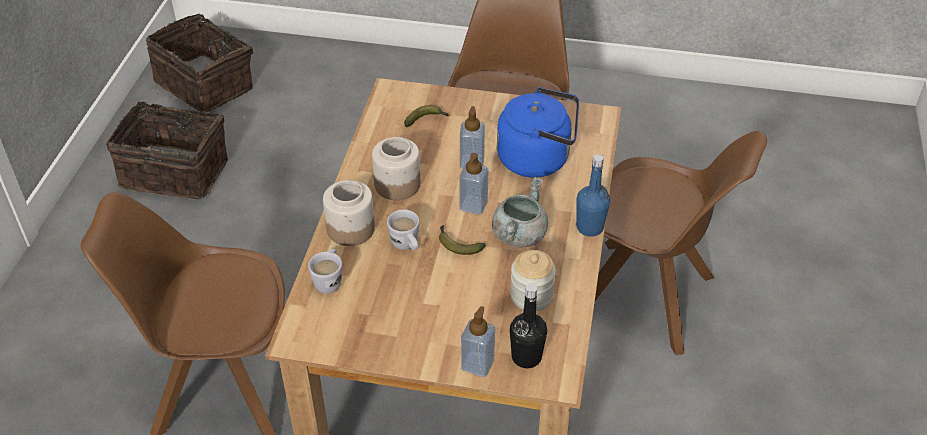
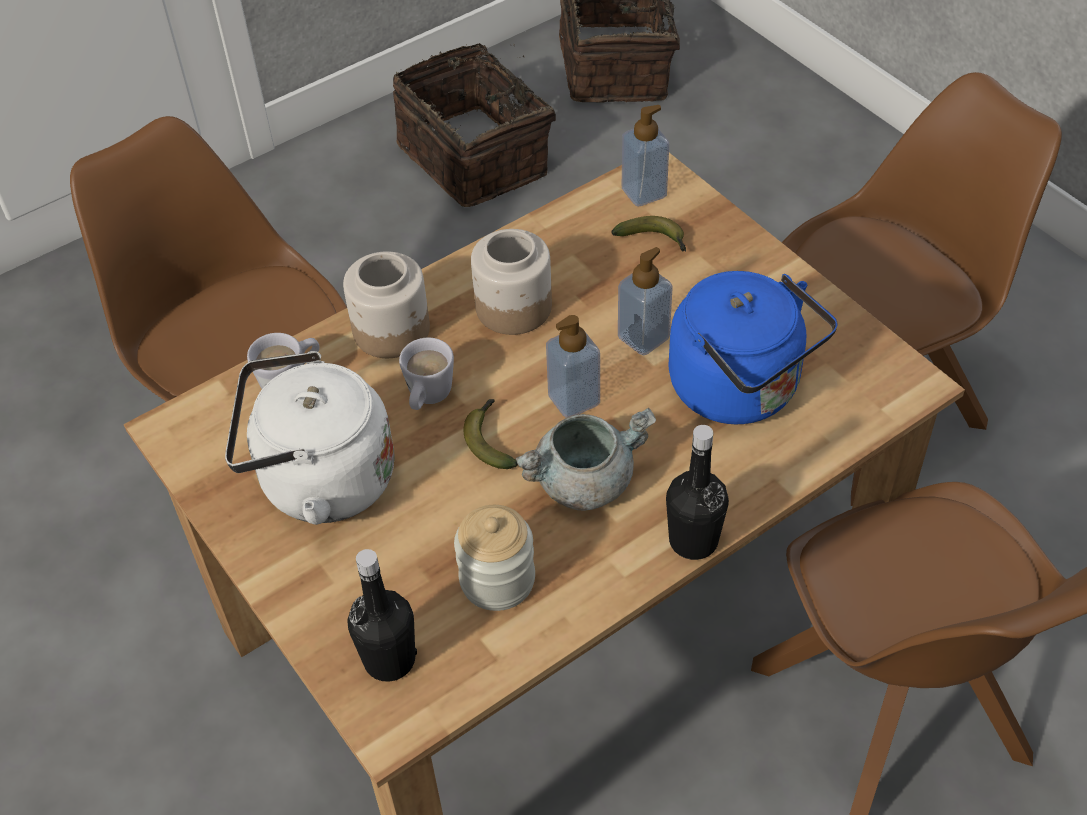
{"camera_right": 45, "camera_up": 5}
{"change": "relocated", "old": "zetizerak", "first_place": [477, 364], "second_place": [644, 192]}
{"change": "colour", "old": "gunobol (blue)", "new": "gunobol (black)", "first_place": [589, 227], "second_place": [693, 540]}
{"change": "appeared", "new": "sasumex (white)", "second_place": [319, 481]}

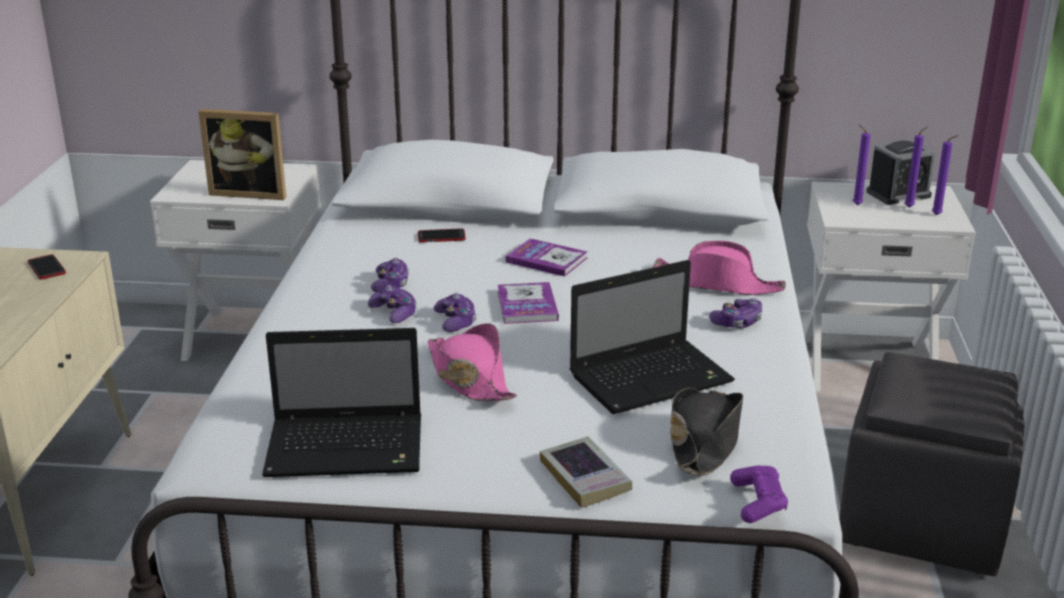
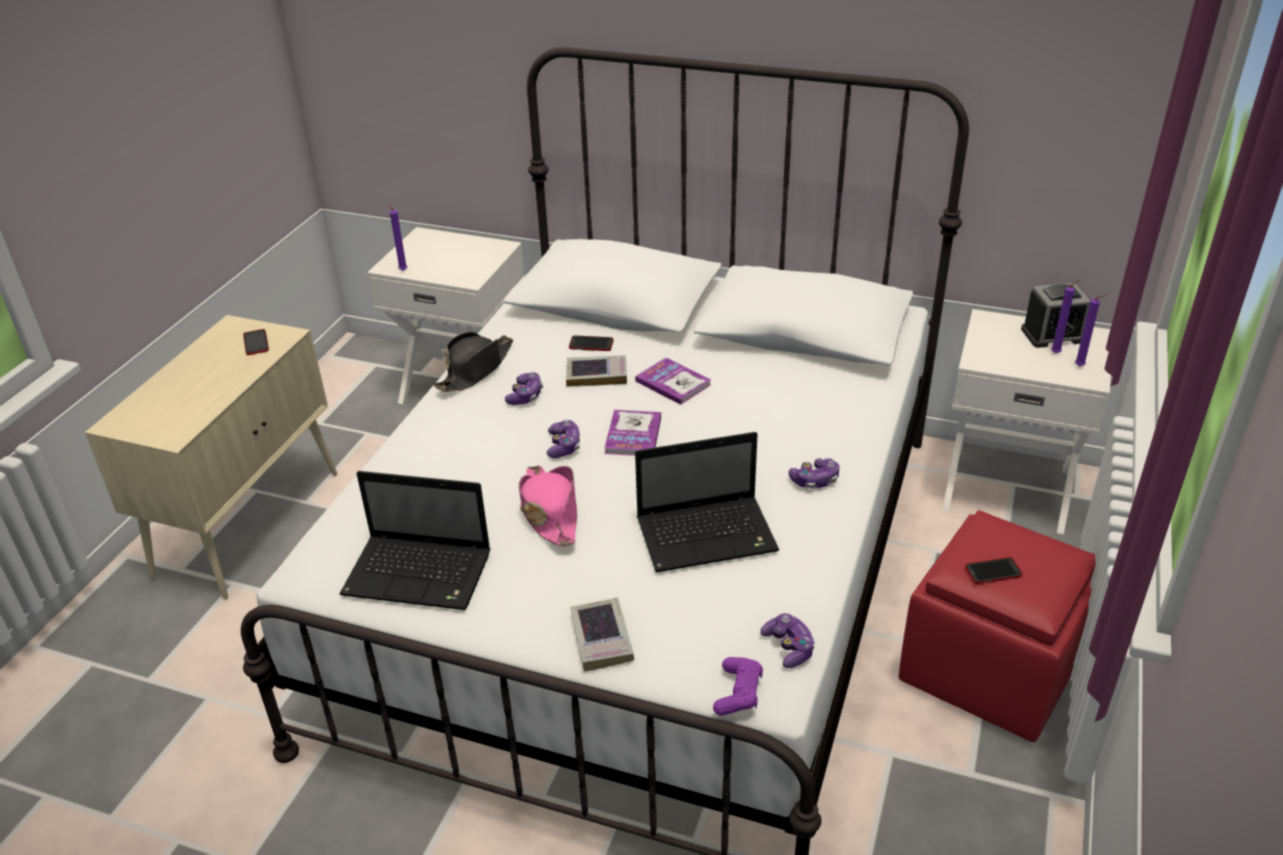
{"camera_right": 15, "camera_up": 10}
{"change": "missing", "old": "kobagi", "first_place": [250, 192]}
{"change": "relocated", "old": "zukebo", "first_place": [394, 313], "second_place": [788, 647]}
{"change": "missing", "old": "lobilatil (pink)", "first_place": [719, 284]}
{"change": "relocated", "old": "lobilatil (black)", "first_place": [704, 441], "second_place": [475, 369]}
{"change": "colour", "old": "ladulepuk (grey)", "new": "ladulepuk (red)", "first_place": [921, 519], "second_place": [989, 667]}
{"change": "relocated", "old": "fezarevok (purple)", "first_place": [855, 204], "second_place": [402, 270]}
{"change": "appeared", "new": "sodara", "second_place": [597, 375]}
{"change": "appeared", "new": "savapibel", "second_place": [993, 571]}

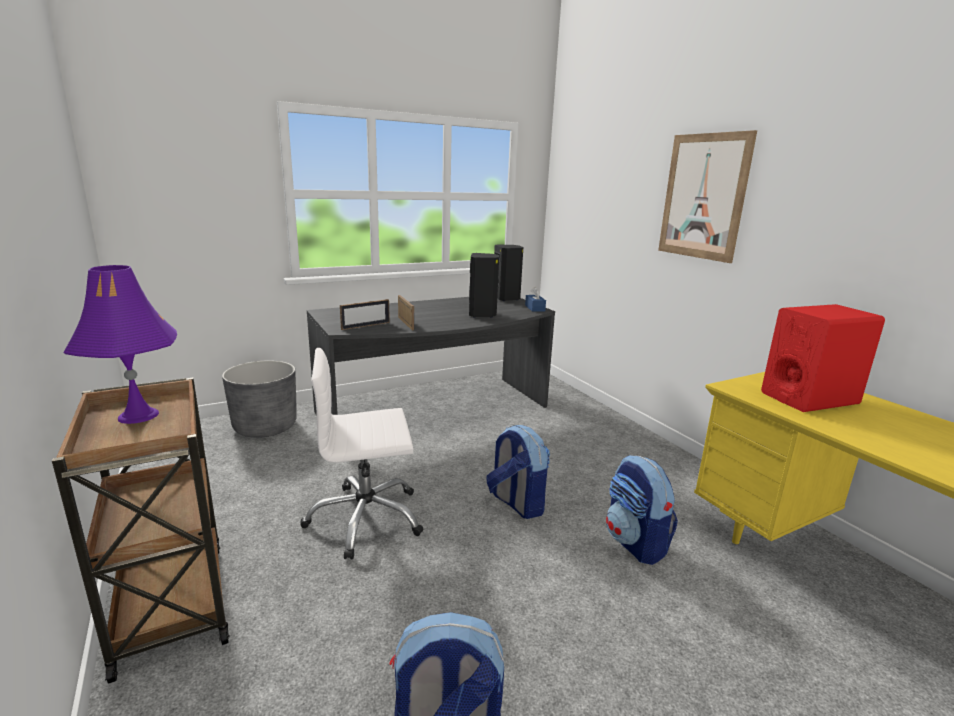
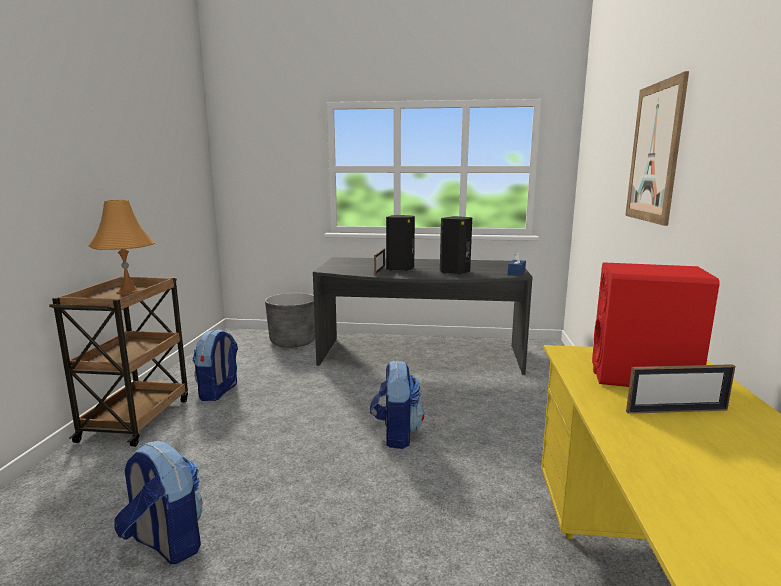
{"camera_right": 35, "camera_up": -5}
{"change": "colour", "old": "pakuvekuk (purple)", "new": "pakuvekuk (orange)", "first_place": [139, 415], "second_place": [128, 291]}
{"change": "missing", "old": "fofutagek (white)", "first_place": [365, 519]}
{"change": "relocated", "old": "kobagi", "first_place": [365, 326], "second_place": [676, 411]}
{"change": "relocated", "old": "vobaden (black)", "first_place": [507, 298], "second_place": [400, 269]}
{"change": "relocated", "old": "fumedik", "first_place": [635, 543], "second_place": [219, 392]}

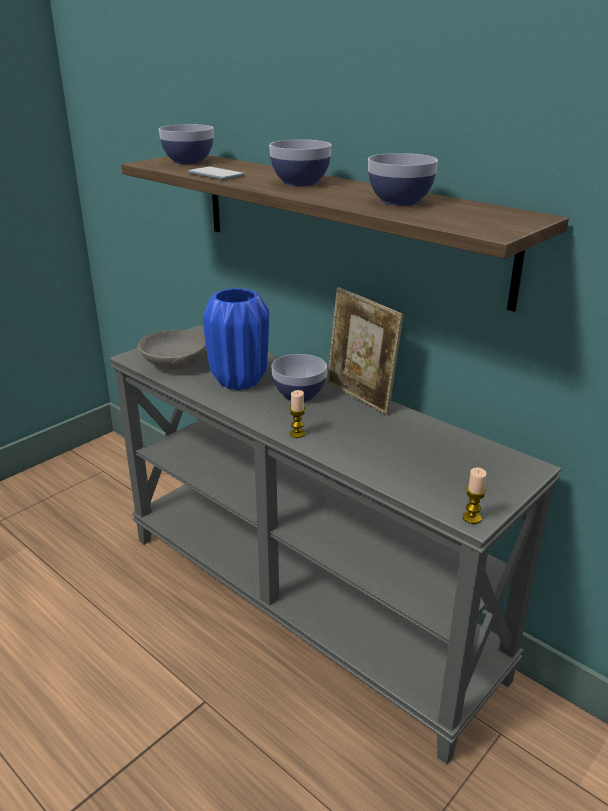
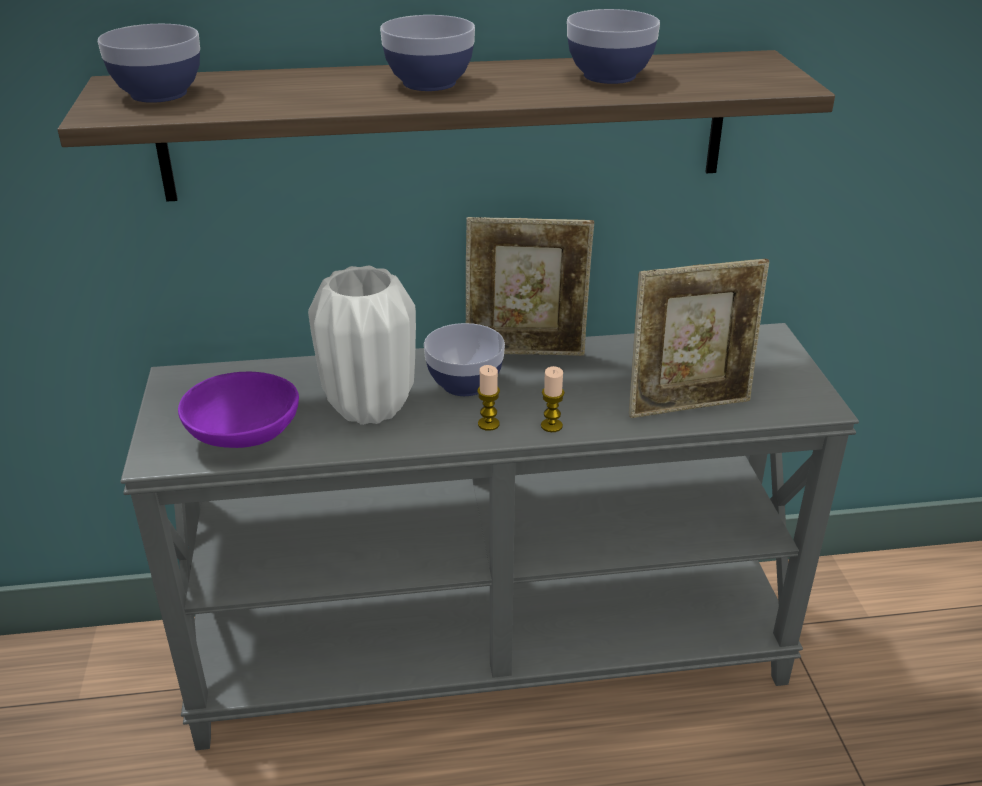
{"camera_right": -50, "camera_up": 5}
{"change": "colour", "old": "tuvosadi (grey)", "new": "tuvosadi (purple)", "first_place": [175, 364], "second_place": [243, 434]}
{"change": "missing", "old": "savapibel", "first_place": [216, 175]}
{"change": "colour", "old": "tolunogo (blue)", "new": "tolunogo (white)", "first_place": [238, 381], "second_place": [368, 408]}
{"change": "relocated", "old": "fezarevok", "first_place": [472, 518], "second_place": [488, 424]}
{"change": "appeared", "new": "kobagi", "second_place": [688, 405]}

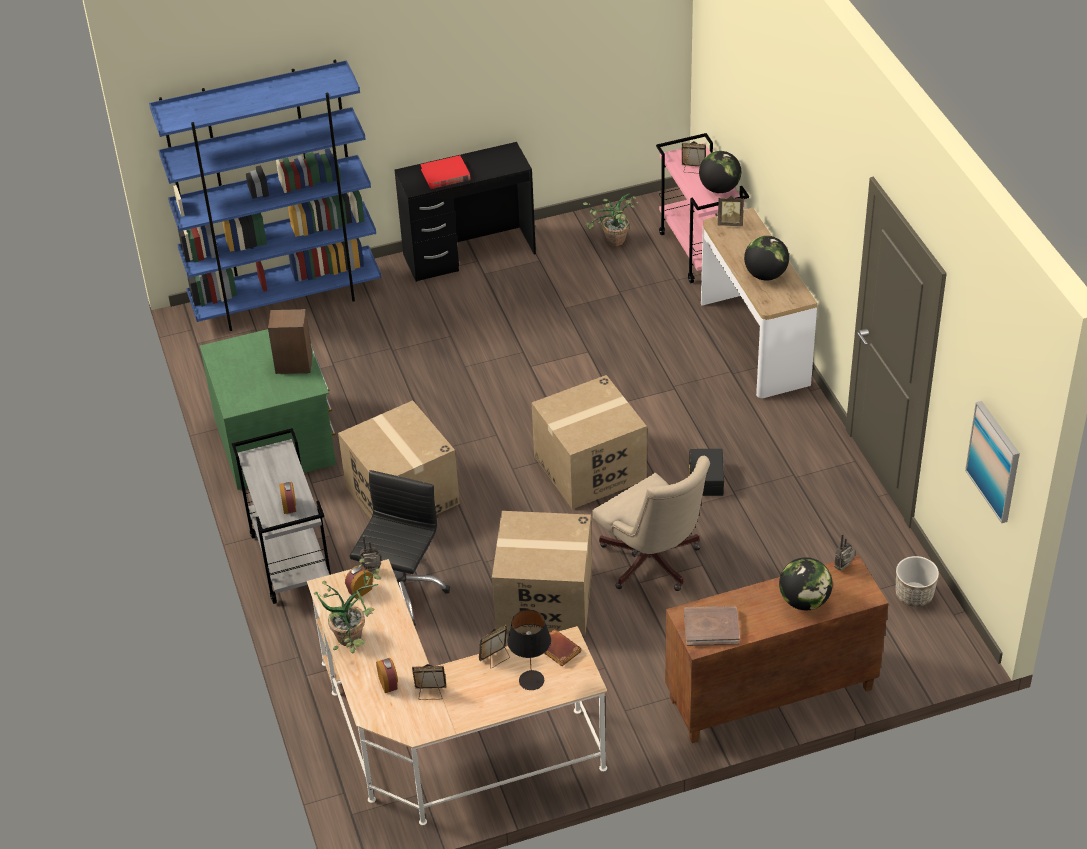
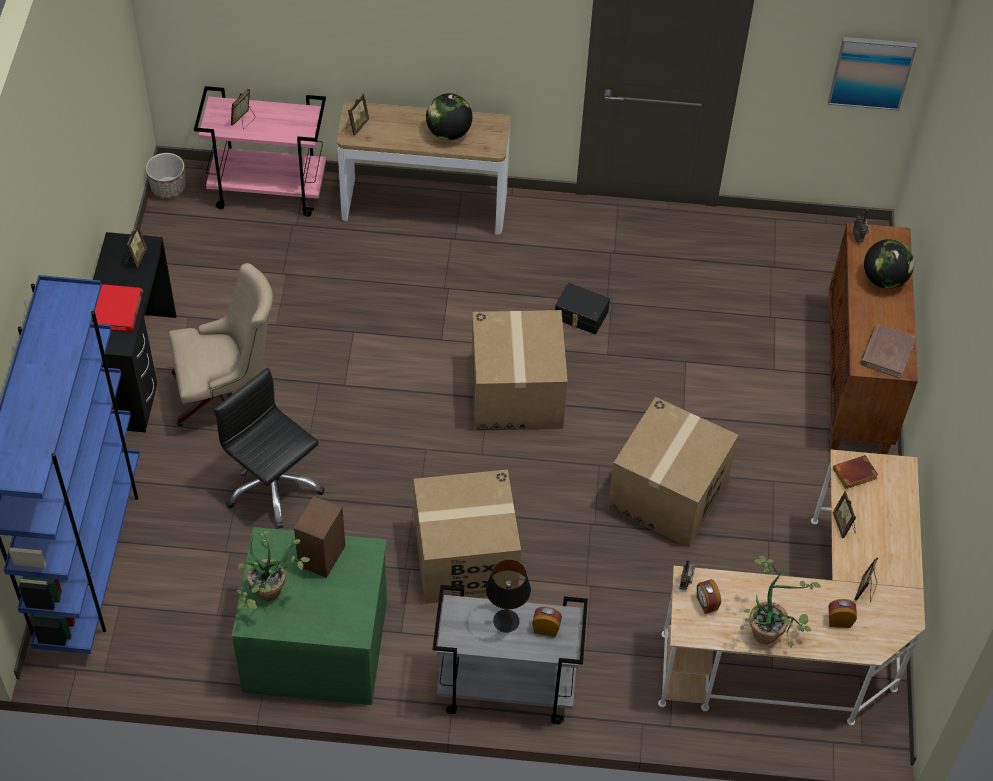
{"camera_right": -70, "camera_up": 10}
{"change": "relocated", "old": "fofutagek (black)", "first_place": [400, 591], "second_place": [273, 487]}
{"change": "relocated", "old": "pakuvekuk (black)", "first_place": [531, 680], "second_place": [506, 621]}
{"change": "relocated", "old": "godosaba", "first_place": [611, 242], "second_place": [269, 596]}
{"change": "relocated", "old": "fofutagek (beige)", "first_place": [653, 564], "second_place": [227, 397]}
{"change": "missing", "old": "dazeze", "first_place": [719, 188]}
{"change": "relocated", "old": "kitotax", "first_place": [914, 595], "second_place": [168, 188]}
{"change": "appeared", "new": "kobagi", "second_place": [135, 257]}

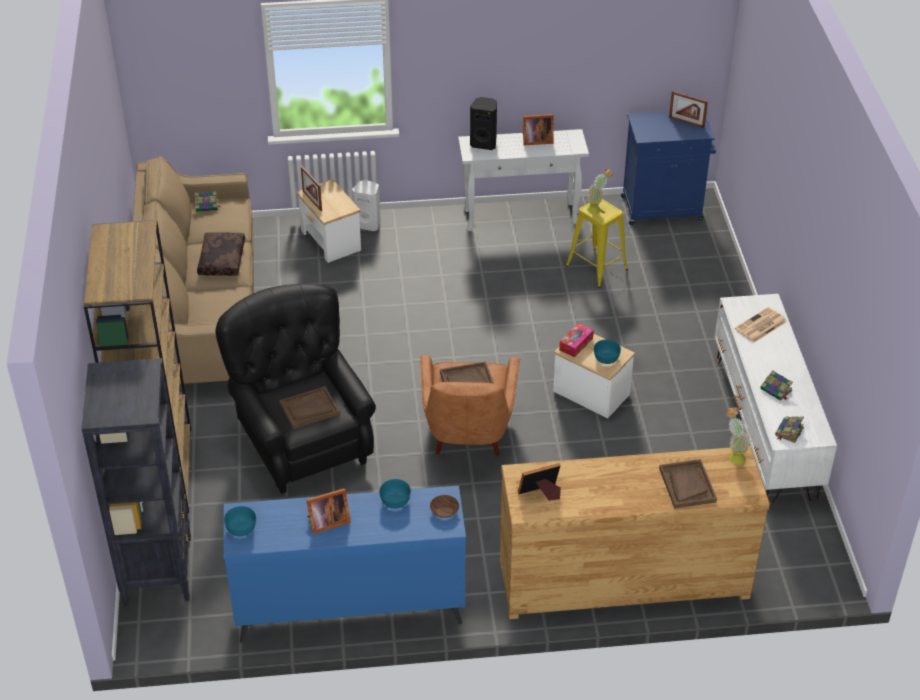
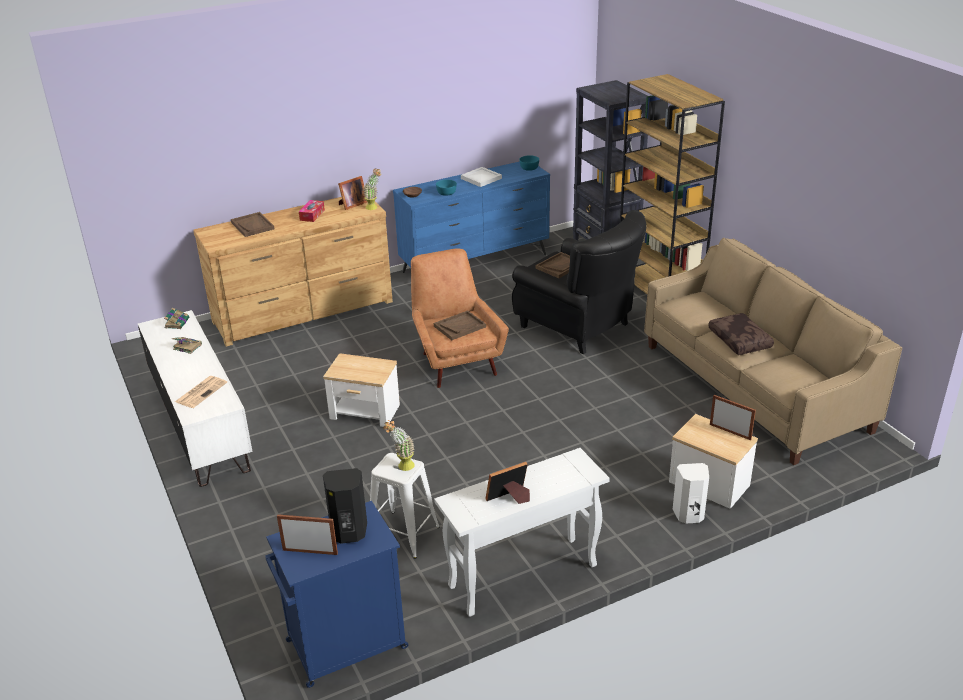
{"camera_right": 160, "camera_up": -10}
{"change": "missing", "old": "sodara", "first_place": [207, 205]}
{"change": "exchanged", "old": "kobagi", "new": "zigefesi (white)", "first_place": [327, 522], "second_place": [481, 179]}
{"change": "relocated", "old": "vobaden (black)", "first_place": [484, 143], "second_place": [349, 533]}
{"change": "relocated", "old": "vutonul", "first_place": [576, 344], "second_place": [312, 215]}
{"change": "colour", "old": "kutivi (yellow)", "new": "kutivi (white)", "first_place": [596, 267], "second_place": [403, 534]}
{"change": "missing", "old": "tuvosadi (turquoise)", "first_place": [606, 358]}
{"change": "relocated", "old": "godosaba", "first_place": [733, 456], "second_place": [374, 208]}

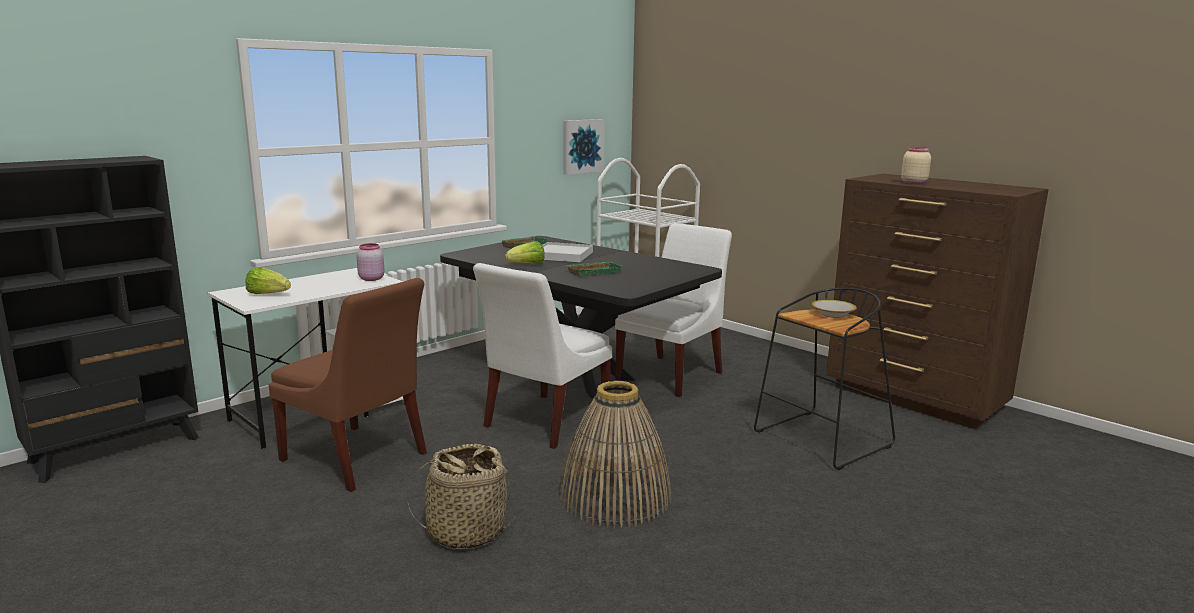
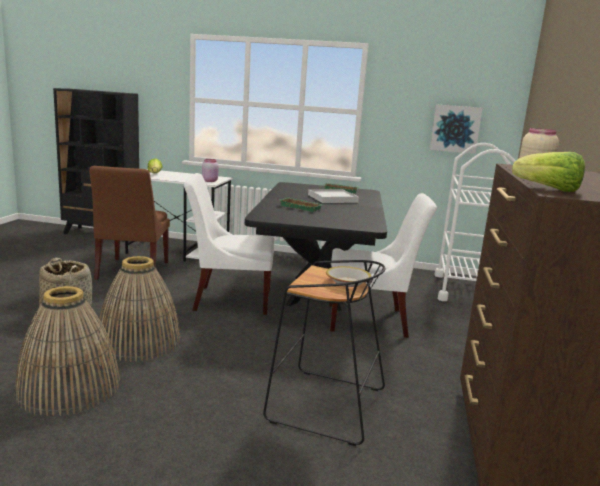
{"camera_right": 55, "camera_up": 0}
{"change": "relocated", "old": "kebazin", "first_place": [527, 265], "second_place": [548, 189]}
{"change": "appeared", "new": "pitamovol", "second_place": [68, 387]}

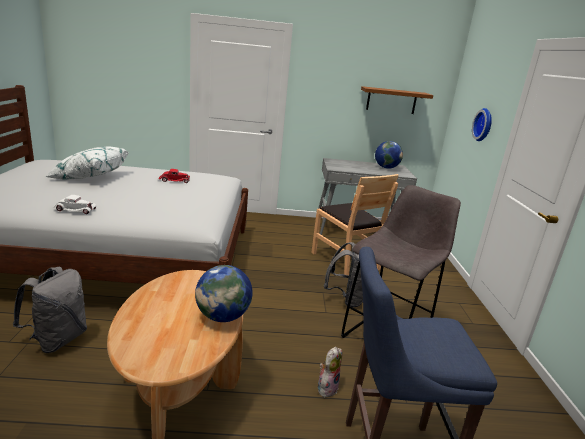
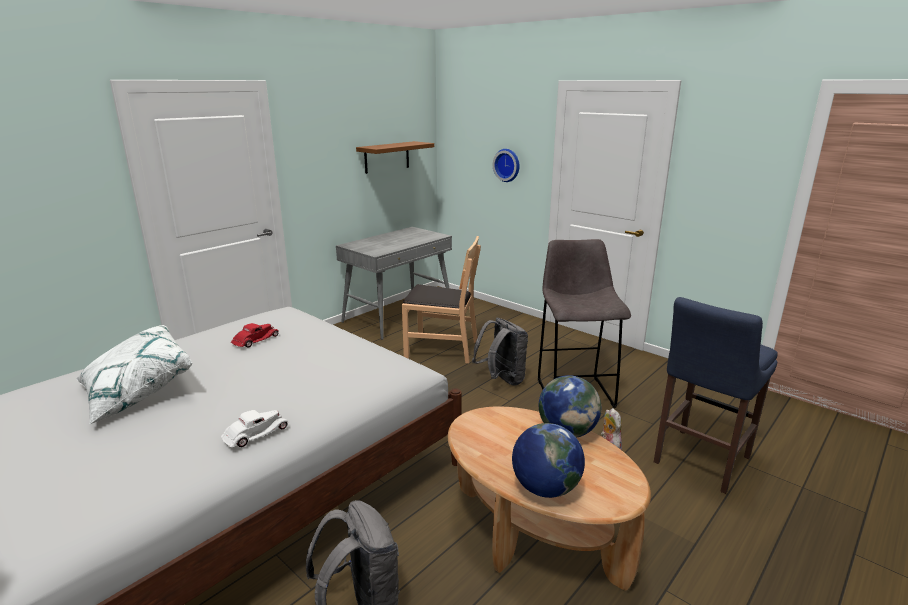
{"camera_right": -45, "camera_up": 0}
{"change": "relocated", "old": "dazeze", "first_place": [386, 168], "second_place": [545, 488]}

